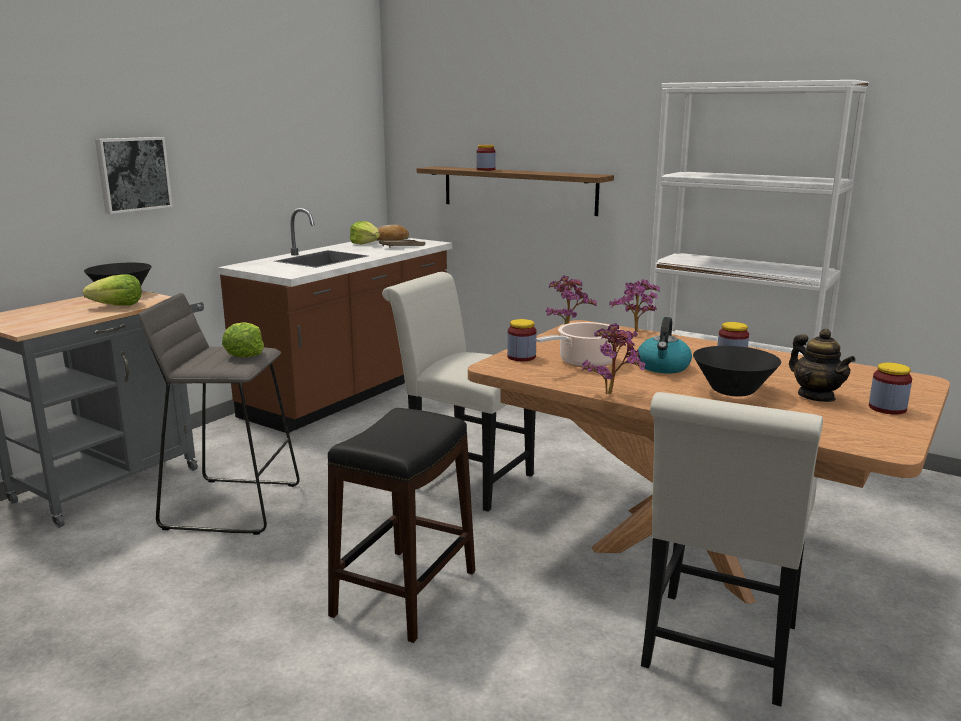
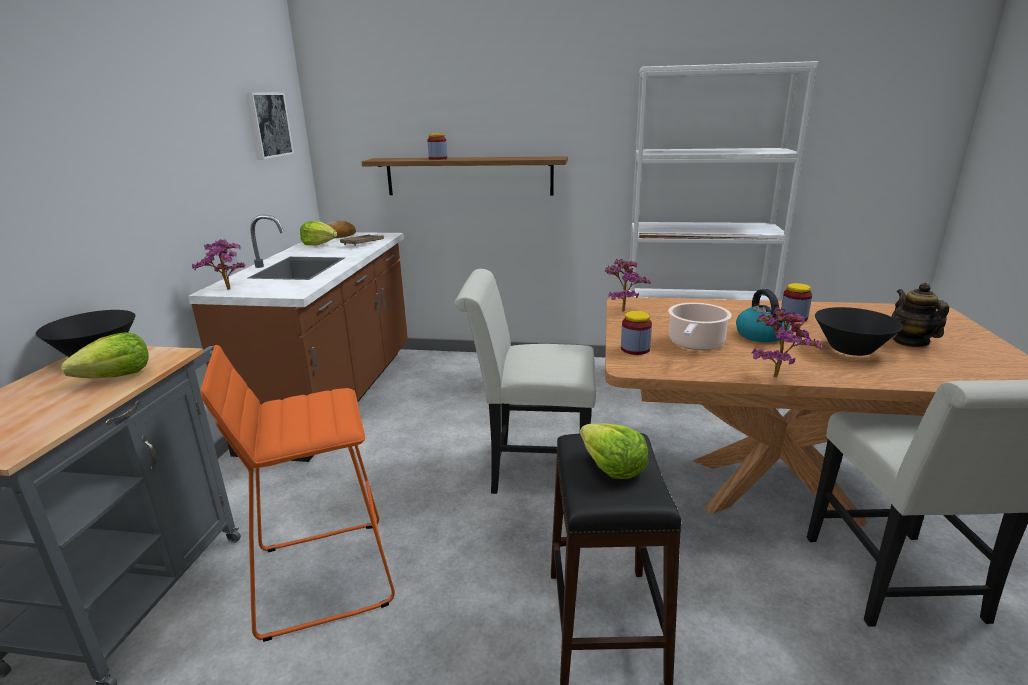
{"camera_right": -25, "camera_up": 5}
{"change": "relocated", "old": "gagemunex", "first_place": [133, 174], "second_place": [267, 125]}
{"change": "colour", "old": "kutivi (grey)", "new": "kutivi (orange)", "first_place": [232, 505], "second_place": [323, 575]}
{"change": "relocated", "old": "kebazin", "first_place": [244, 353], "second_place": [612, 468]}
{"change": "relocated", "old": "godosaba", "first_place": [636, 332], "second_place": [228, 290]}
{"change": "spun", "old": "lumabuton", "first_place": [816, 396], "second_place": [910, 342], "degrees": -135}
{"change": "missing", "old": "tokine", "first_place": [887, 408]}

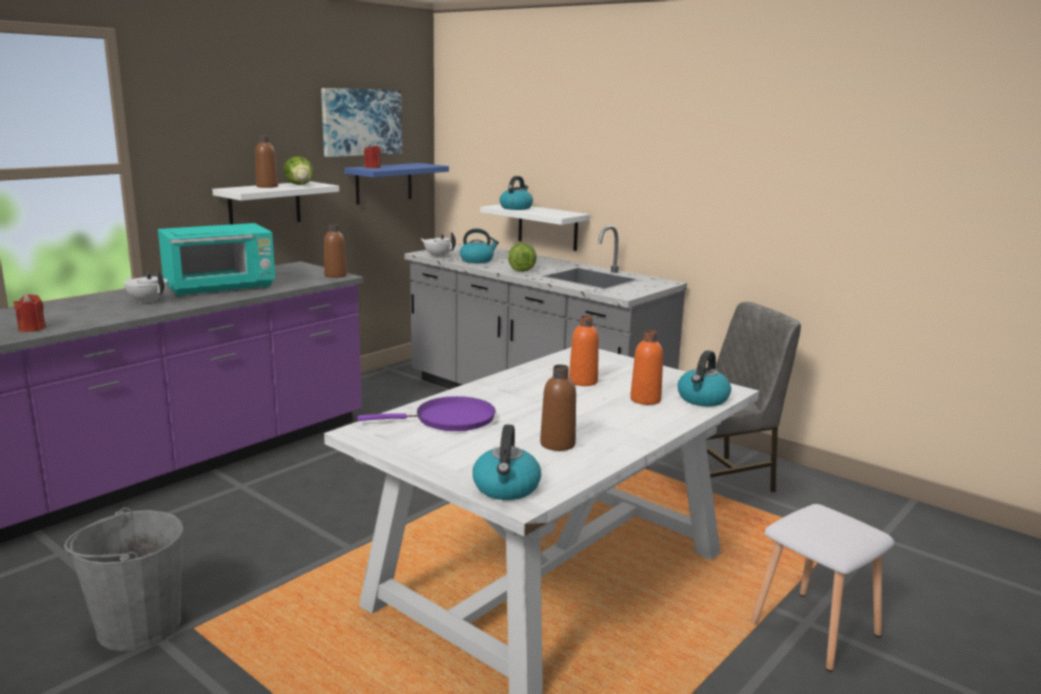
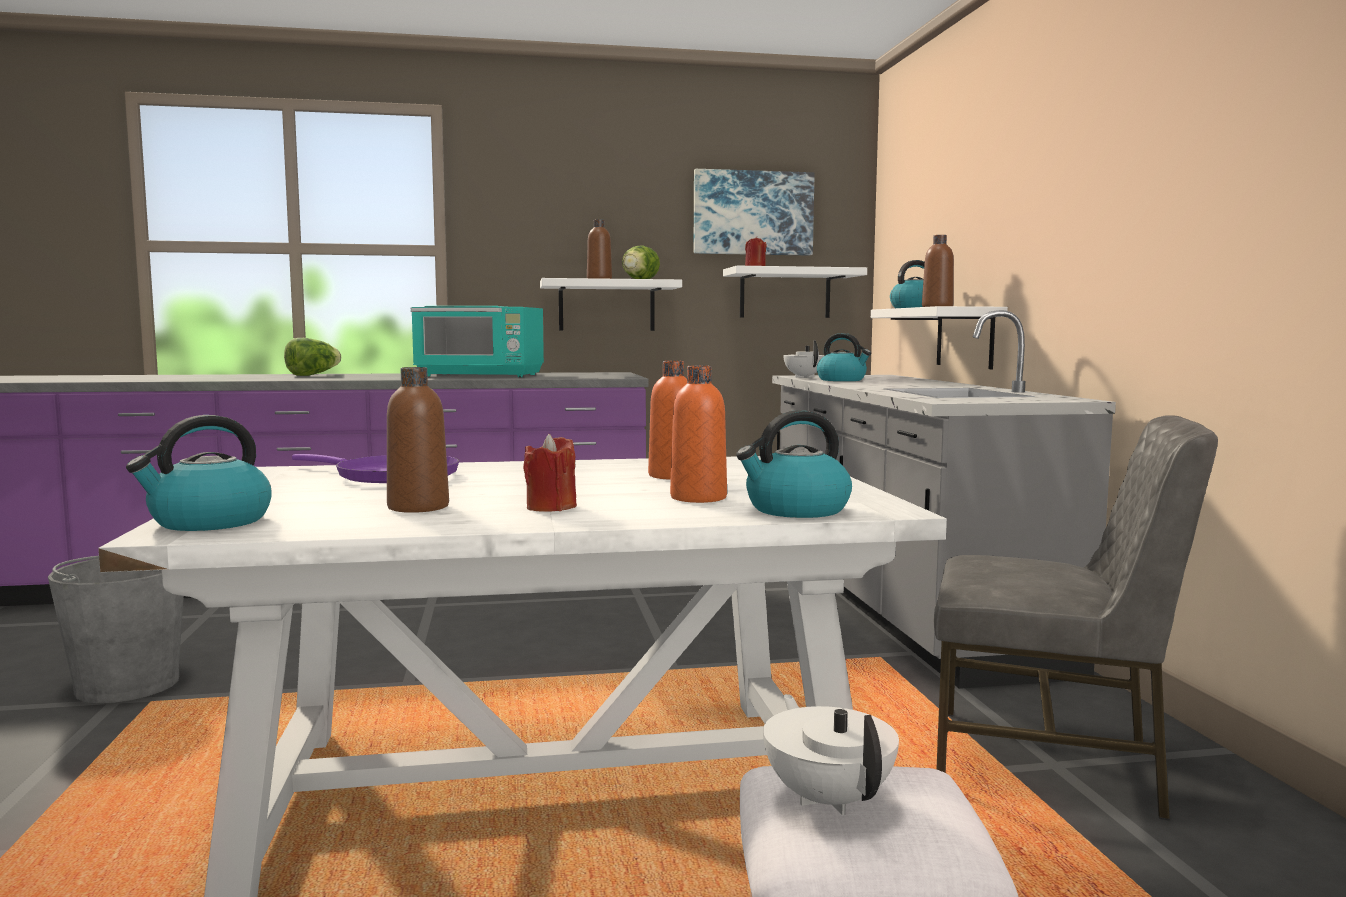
{"camera_right": 40, "camera_up": -10}
{"change": "relocated", "old": "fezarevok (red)", "first_place": [32, 328], "second_place": [551, 507]}
{"change": "relocated", "old": "lumabuton (white)", "first_place": [148, 301], "second_place": [828, 798]}
{"change": "relocated", "old": "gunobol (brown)", "first_place": [335, 275], "second_place": [937, 307]}
{"change": "colour", "old": "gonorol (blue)", "new": "gonorol (white)", "first_place": [384, 183], "second_place": [785, 293]}
{"change": "relocated", "old": "kebazin", "first_place": [521, 269], "second_place": [312, 375]}

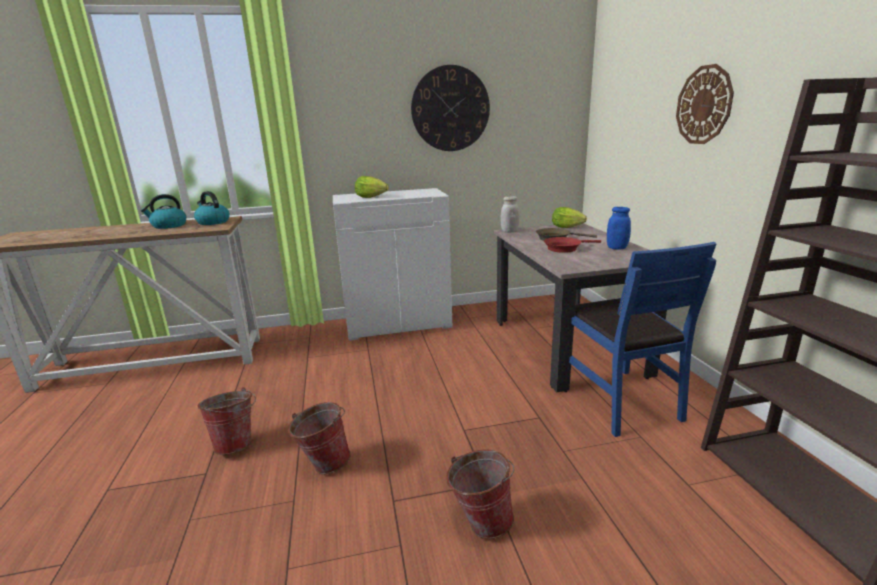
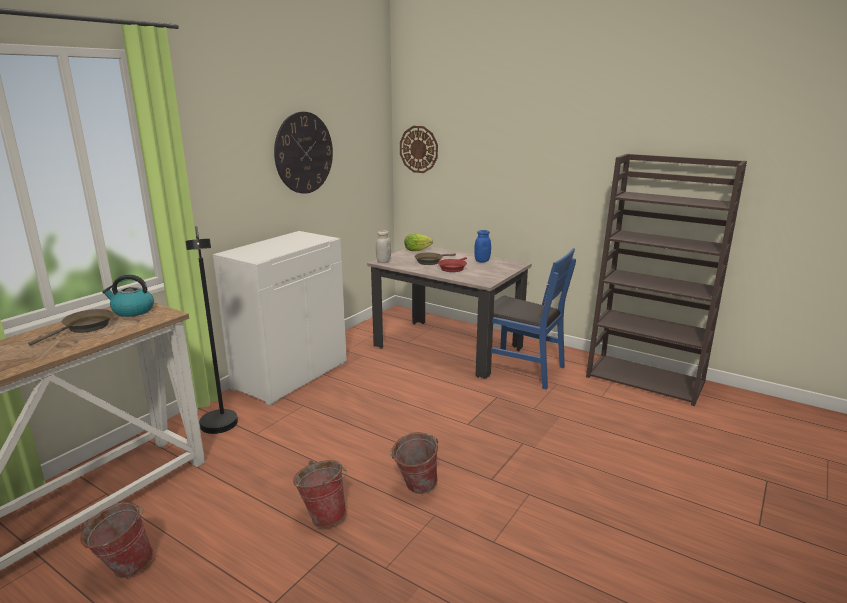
{"camera_right": -45, "camera_up": 0}
{"change": "exchanged", "old": "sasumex", "new": "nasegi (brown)", "first_place": [168, 226], "second_place": [85, 328]}
{"change": "missing", "old": "kebazin", "first_place": [371, 197]}
{"change": "relocated", "old": "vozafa", "first_place": [480, 521], "second_place": [123, 567]}
{"change": "relocated", "old": "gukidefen", "first_place": [704, 105], "second_place": [419, 149]}
{"change": "appeared", "new": "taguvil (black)", "second_place": [221, 429]}

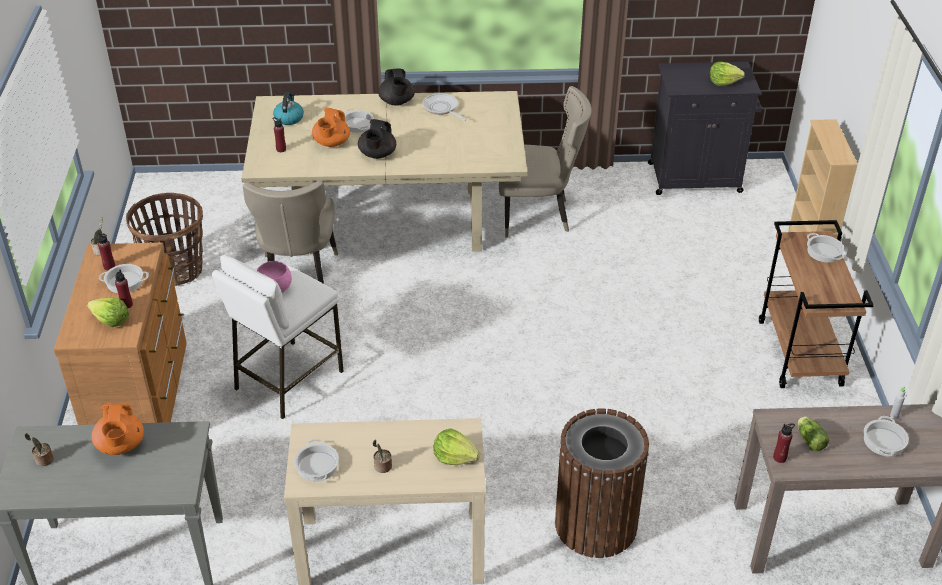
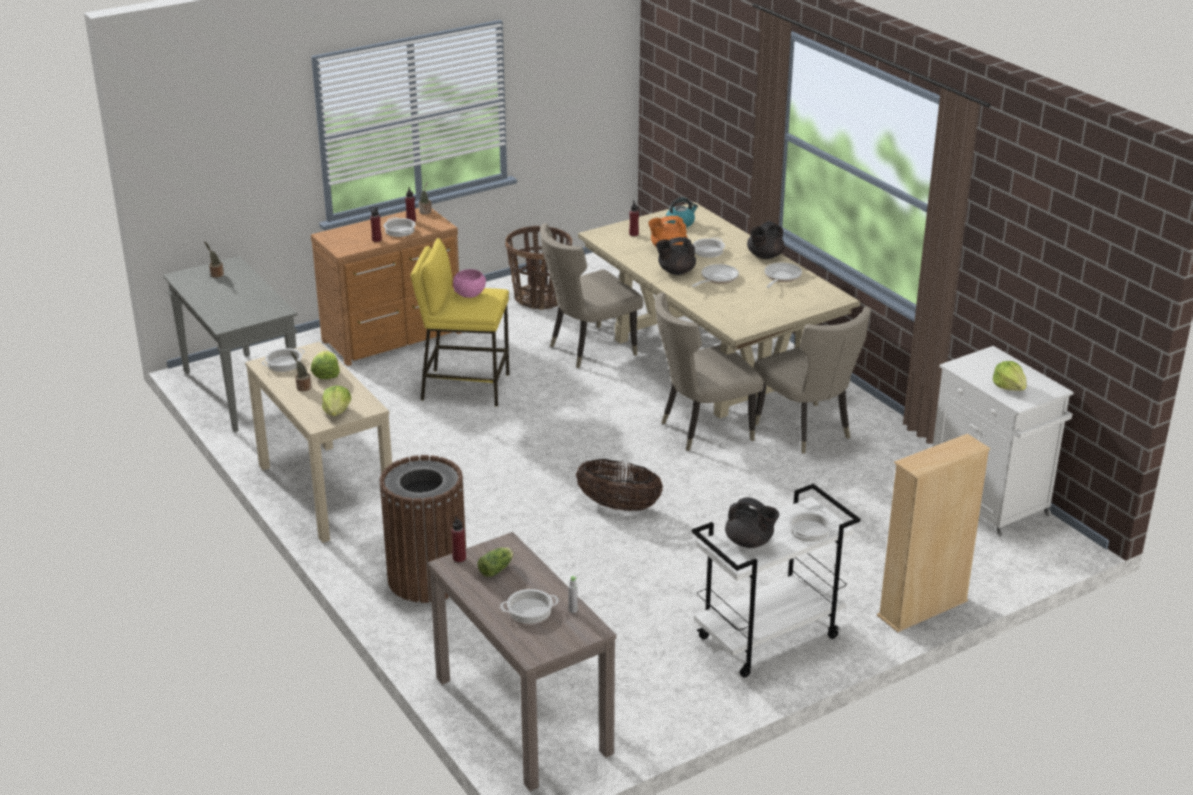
{"camera_right": 60, "camera_up": -10}
{"change": "relocated", "old": "kebazin", "first_place": [111, 320], "second_place": [326, 374]}
{"change": "missing", "old": "lumabuton (orange)", "first_place": [121, 446]}
{"change": "colour", "old": "kutivi (white)", "new": "kutivi (yellow)", "first_place": [288, 379], "second_place": [465, 387]}
{"change": "colour", "old": "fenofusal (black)", "new": "fenofusal (white)", "first_place": [696, 178], "second_place": [989, 502]}
{"change": "colour", "old": "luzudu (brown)", "new": "luzudu (white)", "first_place": [800, 353], "second_place": [768, 639]}
{"change": "appeared", "new": "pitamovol", "second_place": [618, 506]}
{"change": "appeared", "new": "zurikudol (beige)", "second_place": [702, 429]}
{"change": "appeared", "new": "nasegi", "second_place": [717, 278]}
{"change": "appeared", "new": "lumabuton (black)", "second_place": [749, 542]}

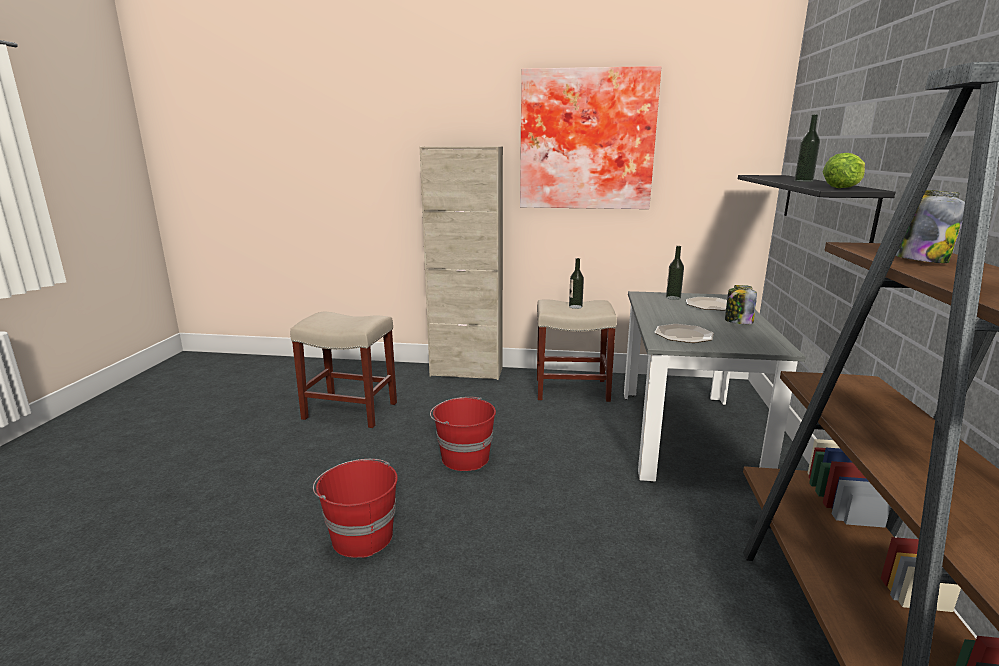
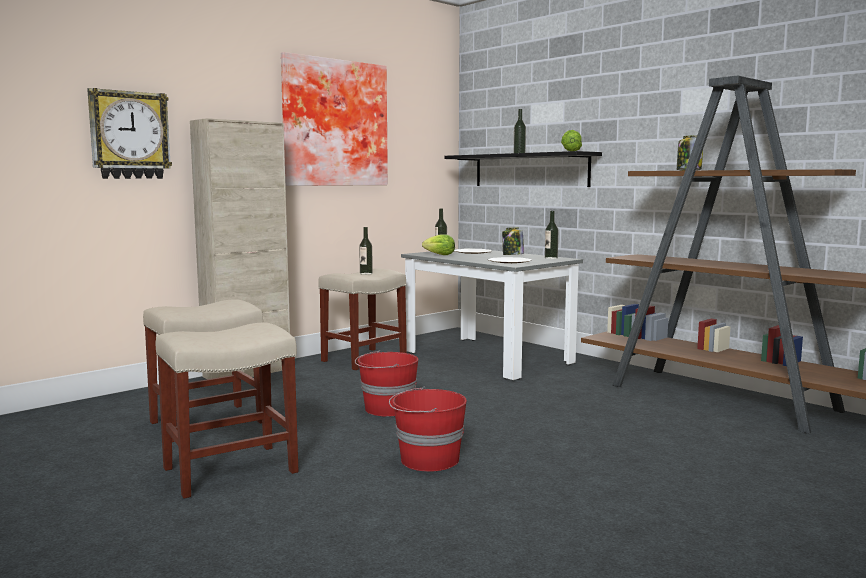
{"camera_right": -50, "camera_up": -10}
{"change": "appeared", "new": "gukidefen", "second_place": [129, 135]}
{"change": "appeared", "new": "kutivi (beige)", "second_place": [232, 469]}
{"change": "appeared", "new": "kebazin", "second_place": [440, 255]}
{"change": "appeared", "new": "gunobol", "second_place": [551, 258]}

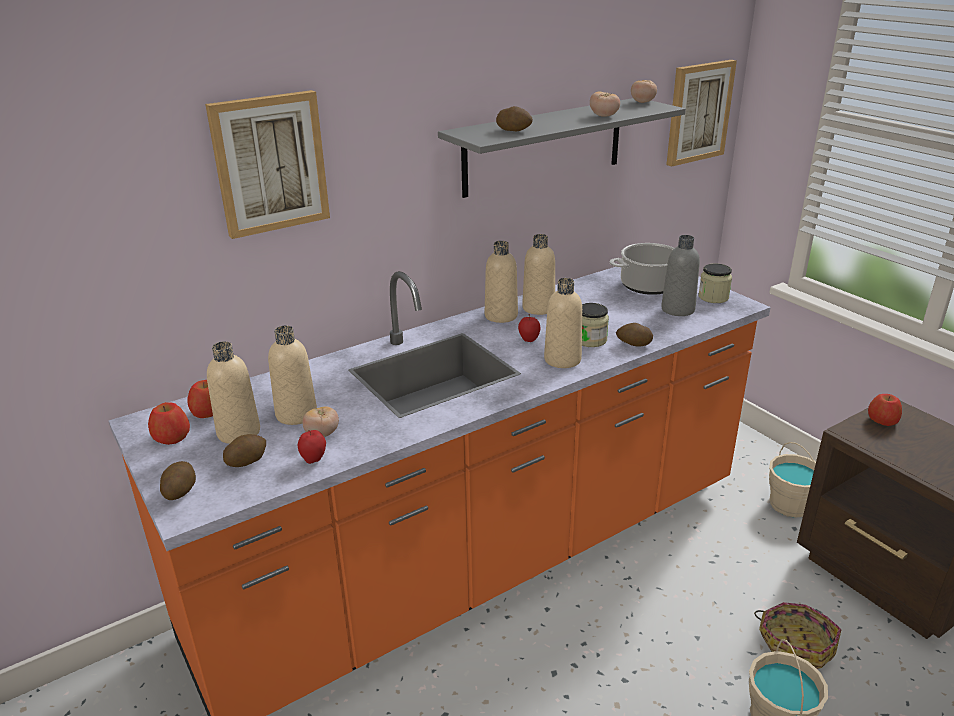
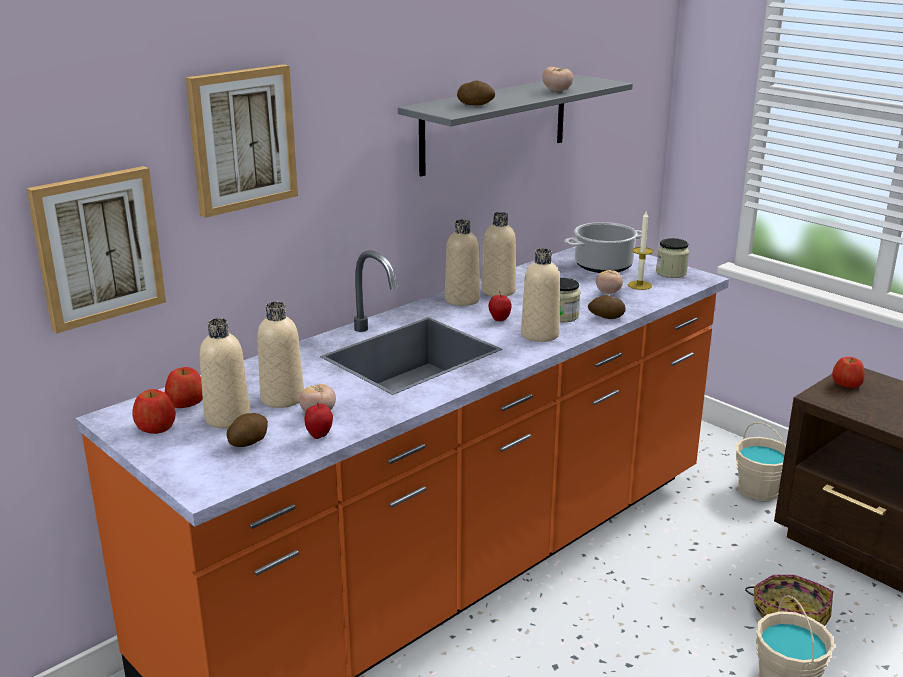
{"camera_right": -10, "camera_up": -5}
{"change": "missing", "old": "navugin", "first_place": [180, 490]}
{"change": "relocated", "old": "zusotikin", "first_place": [642, 102], "second_place": [608, 292]}
{"change": "exchanged", "old": "gunobol (grey)", "new": "fezarevok", "first_place": [677, 309], "second_place": [639, 285]}
{"change": "relocated", "old": "gagemunex", "first_place": [698, 112], "second_place": [98, 247]}

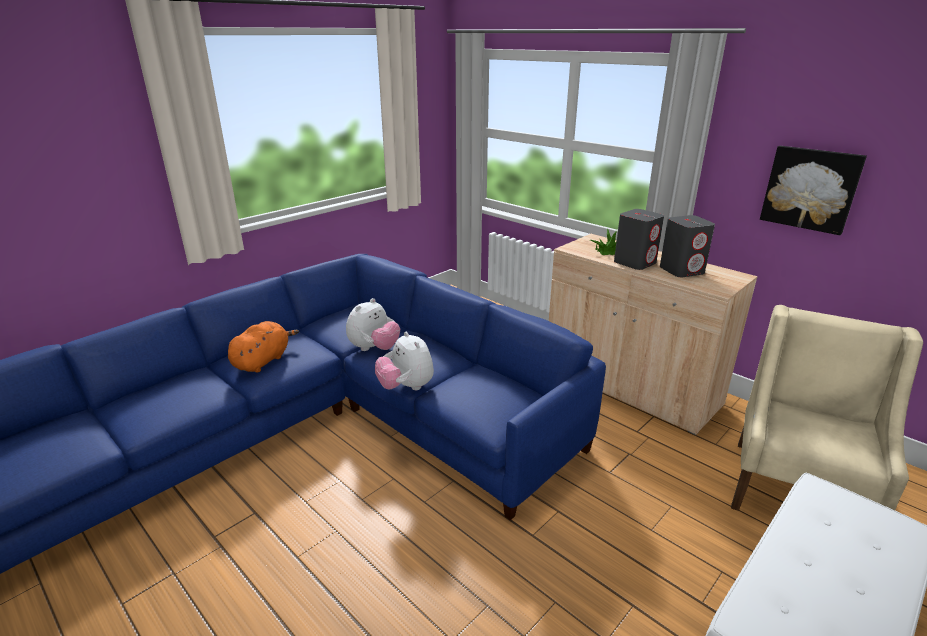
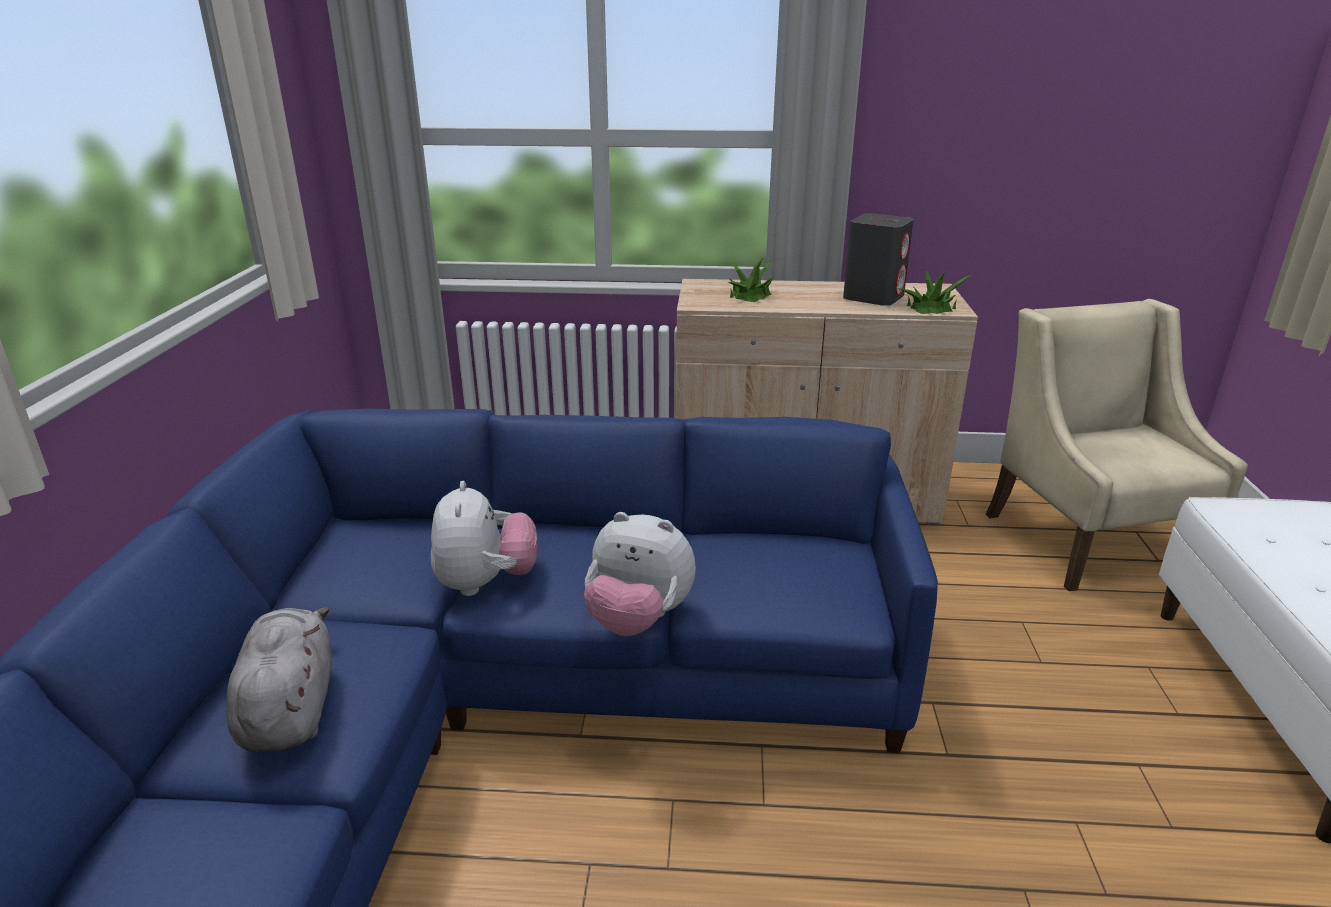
{"camera_right": -40, "camera_up": 0}
{"change": "colour", "old": "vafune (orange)", "new": "vafune (grey)", "first_place": [263, 361], "second_place": [290, 709]}
{"change": "missing", "old": "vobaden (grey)", "first_place": [635, 262]}
{"change": "missing", "old": "gagemunex", "first_place": [810, 189]}
{"change": "appeared", "new": "godosaba", "second_place": [931, 307]}

